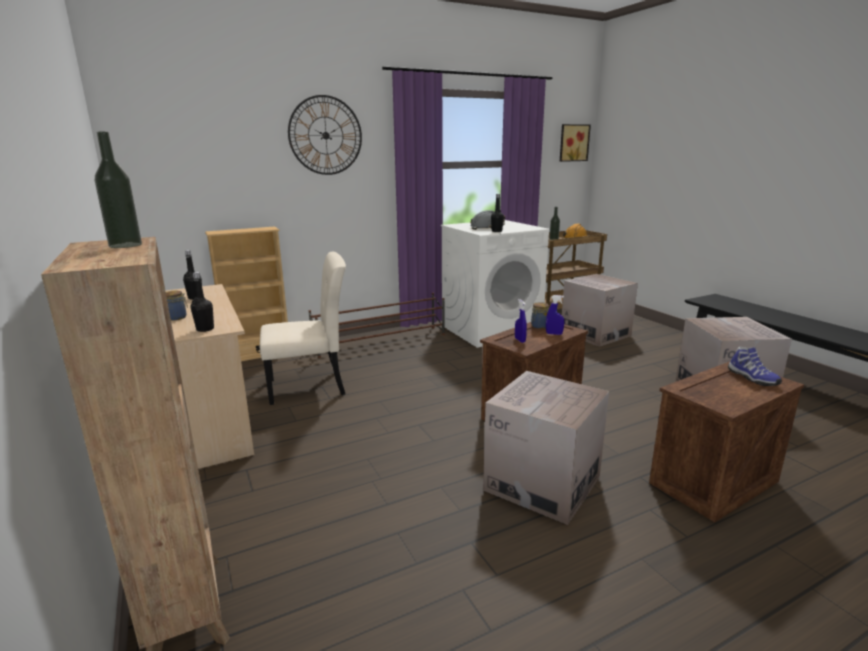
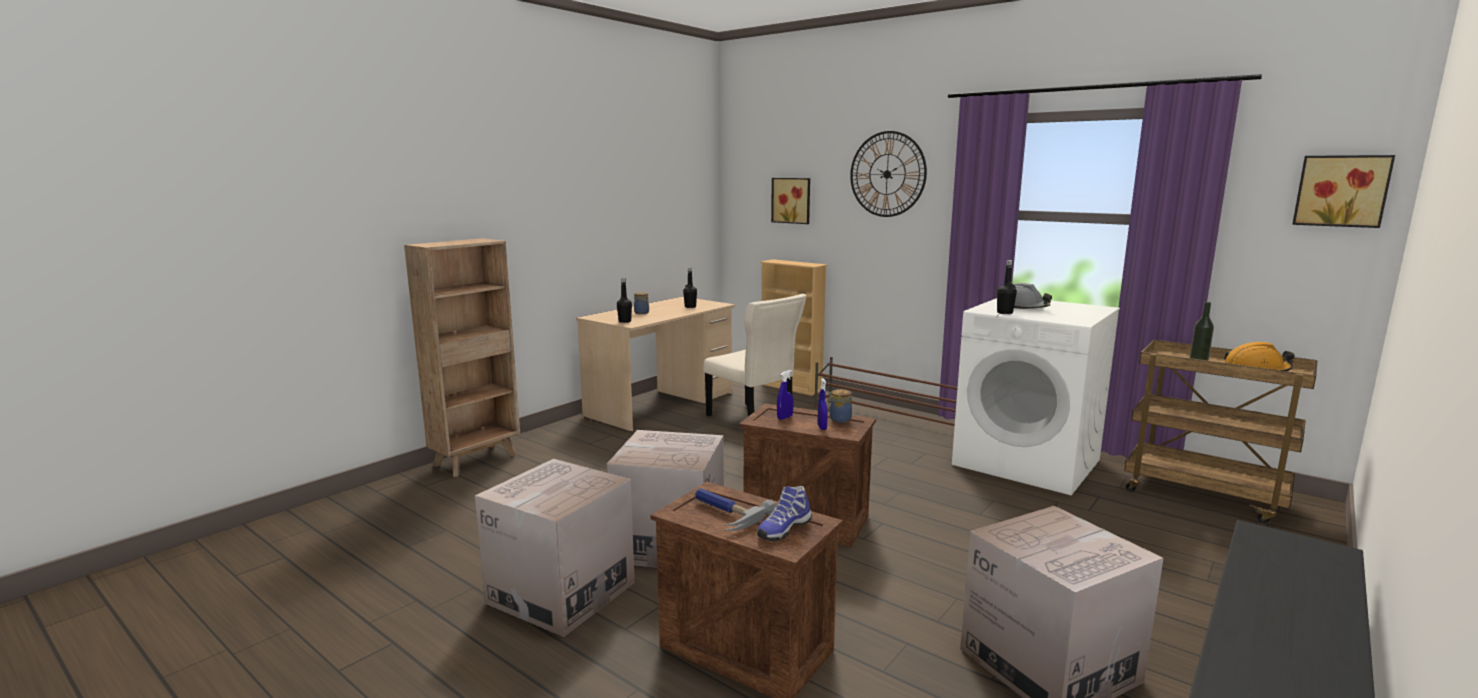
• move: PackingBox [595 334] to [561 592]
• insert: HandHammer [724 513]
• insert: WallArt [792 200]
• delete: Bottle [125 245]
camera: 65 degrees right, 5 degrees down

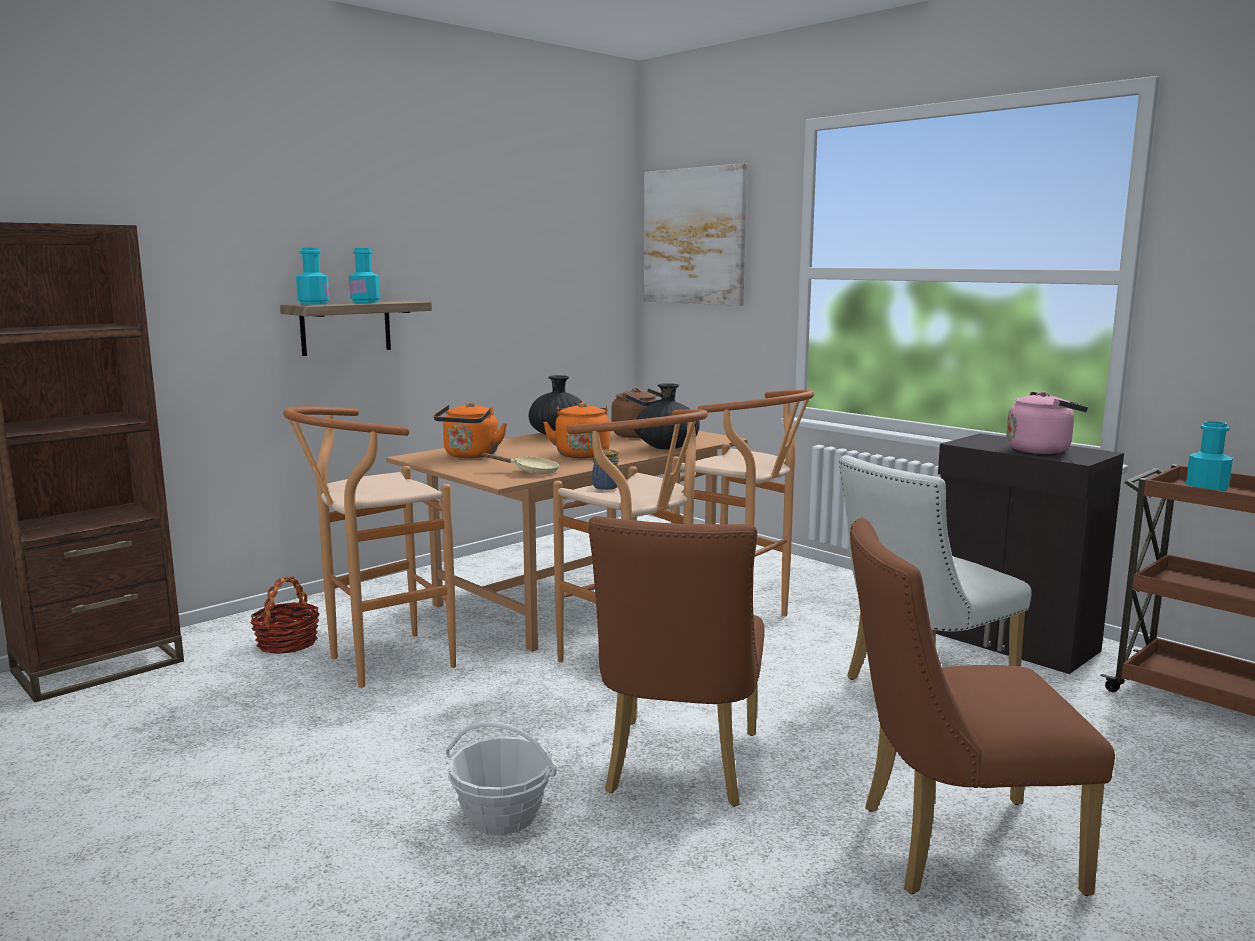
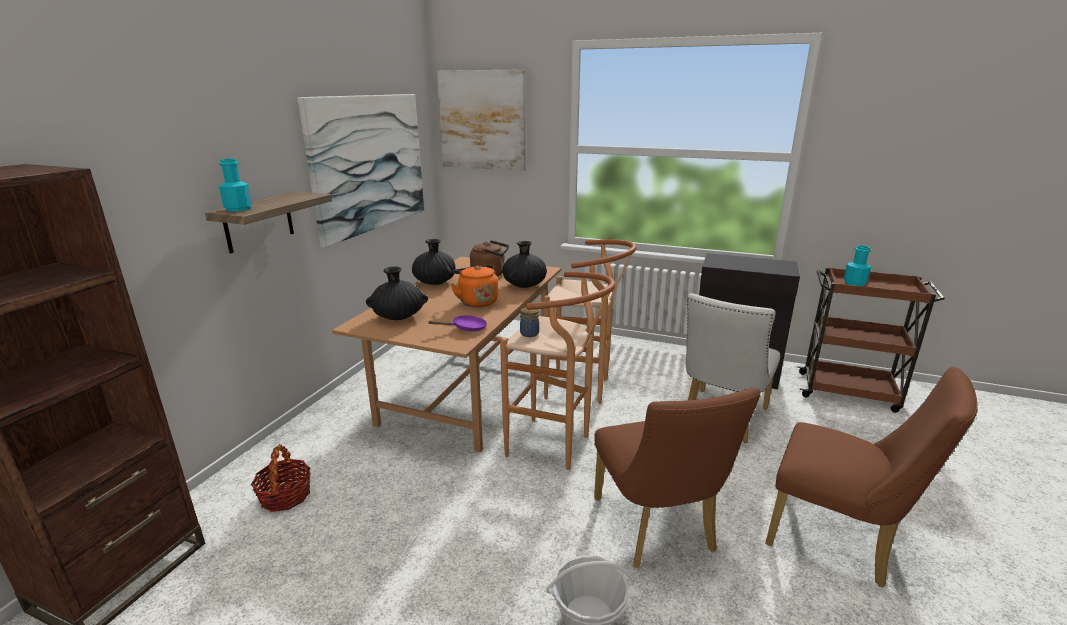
• insert: WallArt [369 163]
• replace: OrangeColouredWaterKettle [470 456] to BlackVase [398 317]
• recolor: BeigeColouredFryingPan [531 471] to PurplishFryingPan [466 328]
• rotate: BrownUprightChair [951 847] = [839 540] 120 degrees counterclockwise
• delete: BrownStool [379 664]
• delete: TurquoiseColouredBottle [365 302]
• delete: PinkWaterKettle [1041 450]
camera: 25 degrees left, 10 degrees up

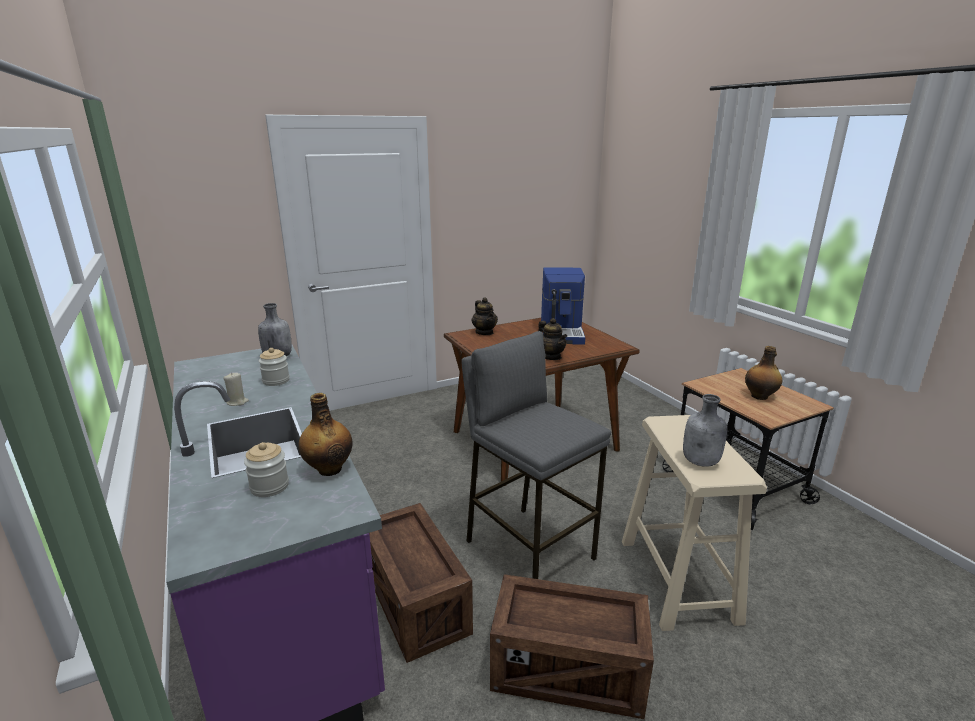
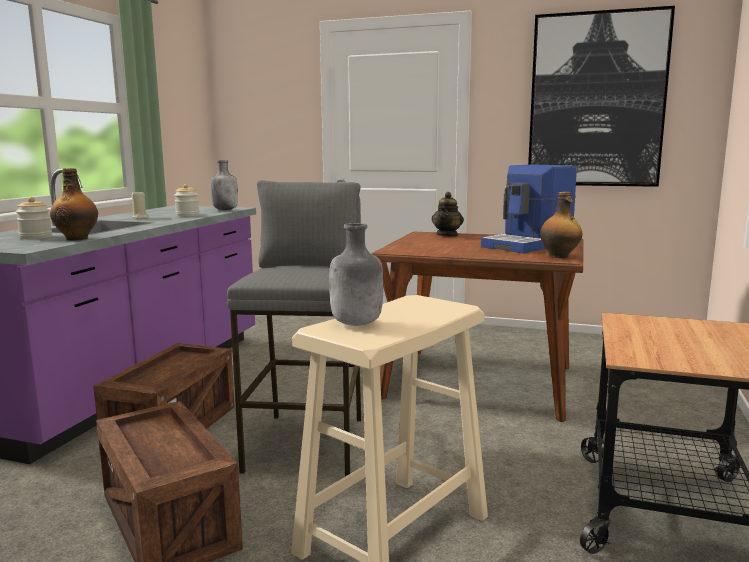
• insert: WallArt [596 100]
• move: Bottle [760 396] to [559 256]
• delete: TeaPot [551 357]
camera: 45 degrees right, 10 degrees down

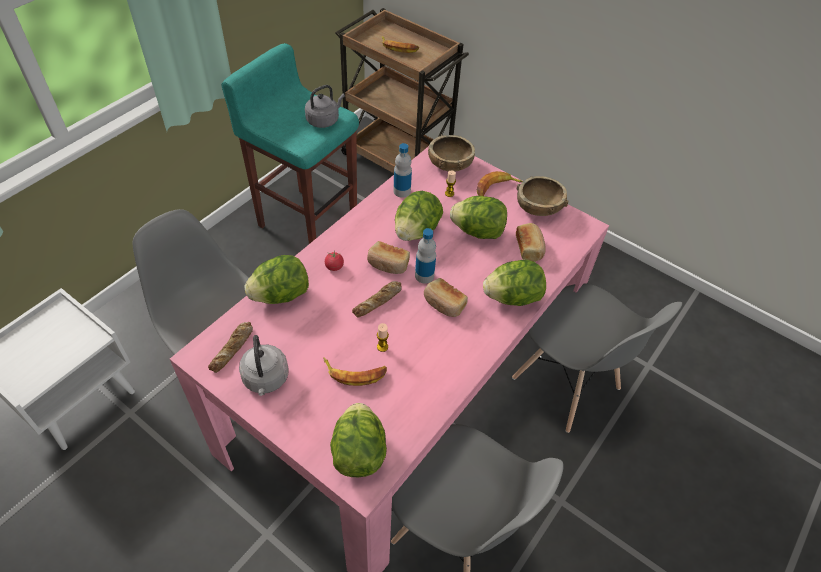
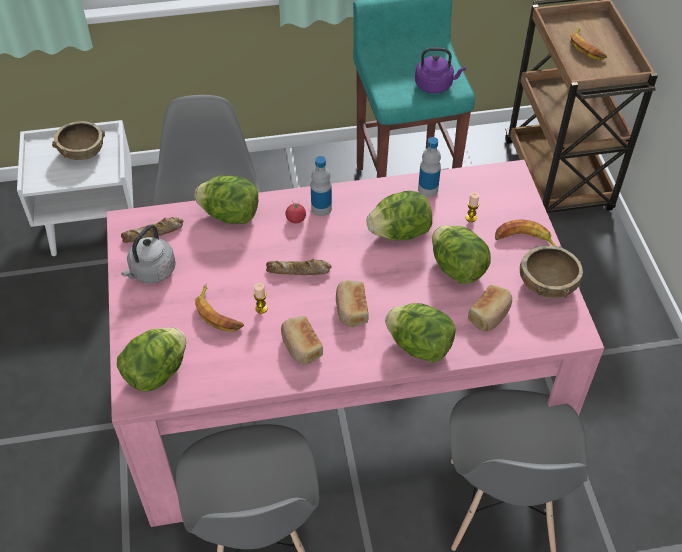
• move: BrownBowl [450 164] to [82 152]
• move: Bread [388 264] to [301 347]
• move: Bottle [424 276] to [321 208]
• recolor: GreyishWaterKettle [324 120] to PurplishWaterKettle [435 85]
camera: 45 degrees right, 0 degrees up

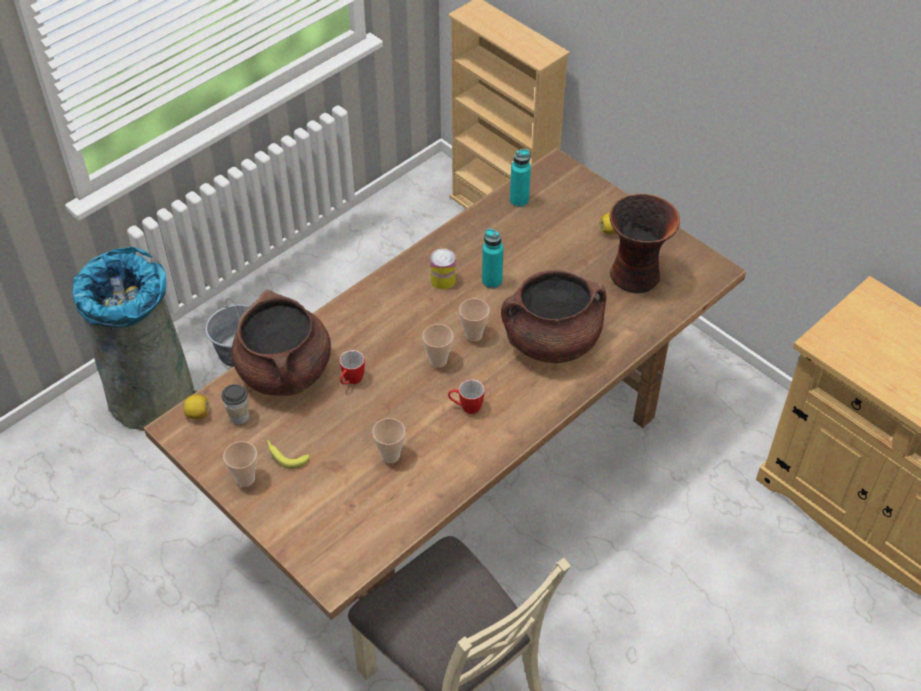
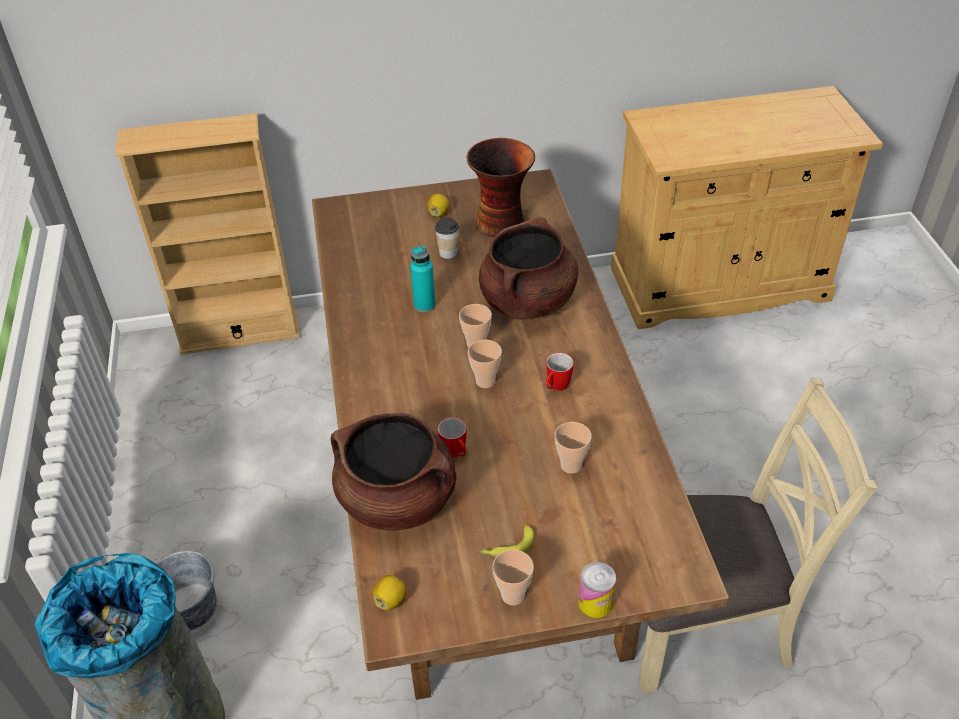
• move: SmallCup [239 416] to [448 253]
• move: MetalCan [443 280] to [595 602]
• delete: TurquoiseColouredBottle [519 200]
camera: 55 degrees left, 5 degrees down

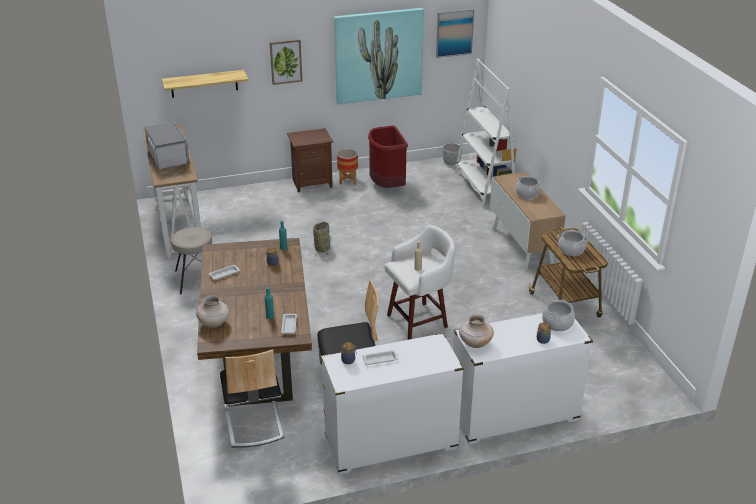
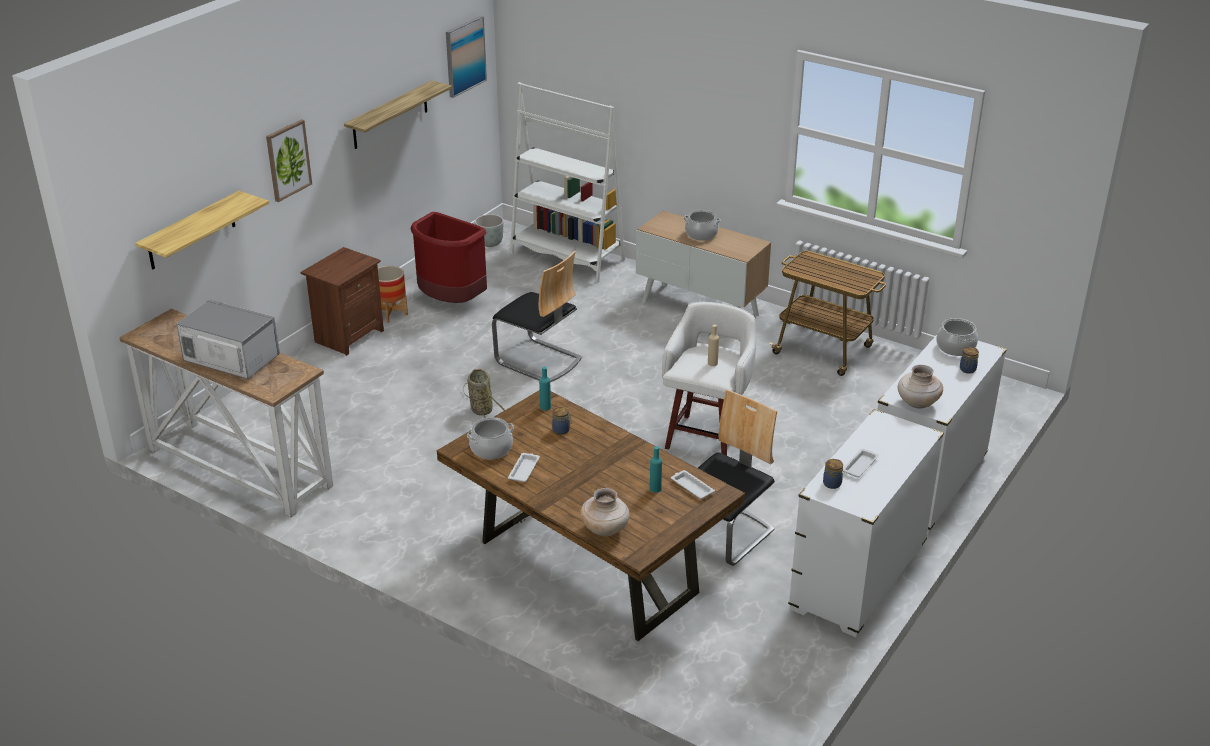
• replace: WallArt [378 55] to Shelf [390 115]
• move: Stockpot [571 250] to [491 449]
• move: UprightChair [253 422] to [538 360]
• delete: BeigeColouredStool [196 279]
camera: 40 degrees left, 0 degrees up

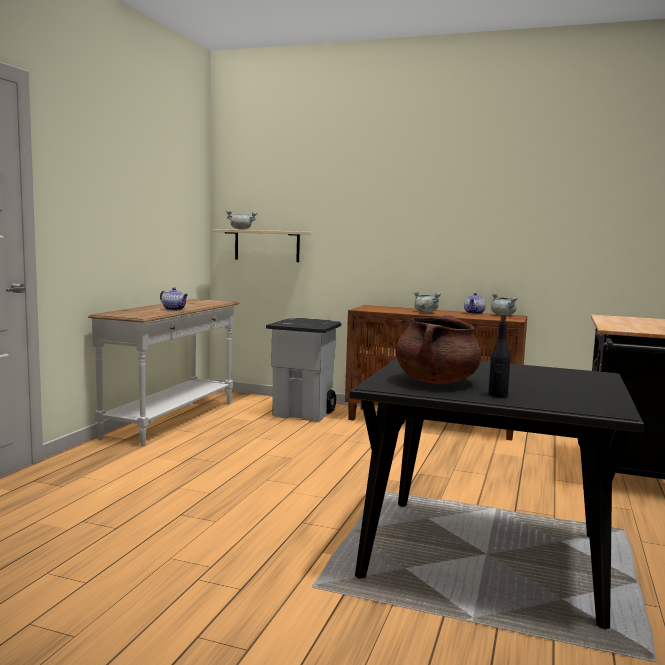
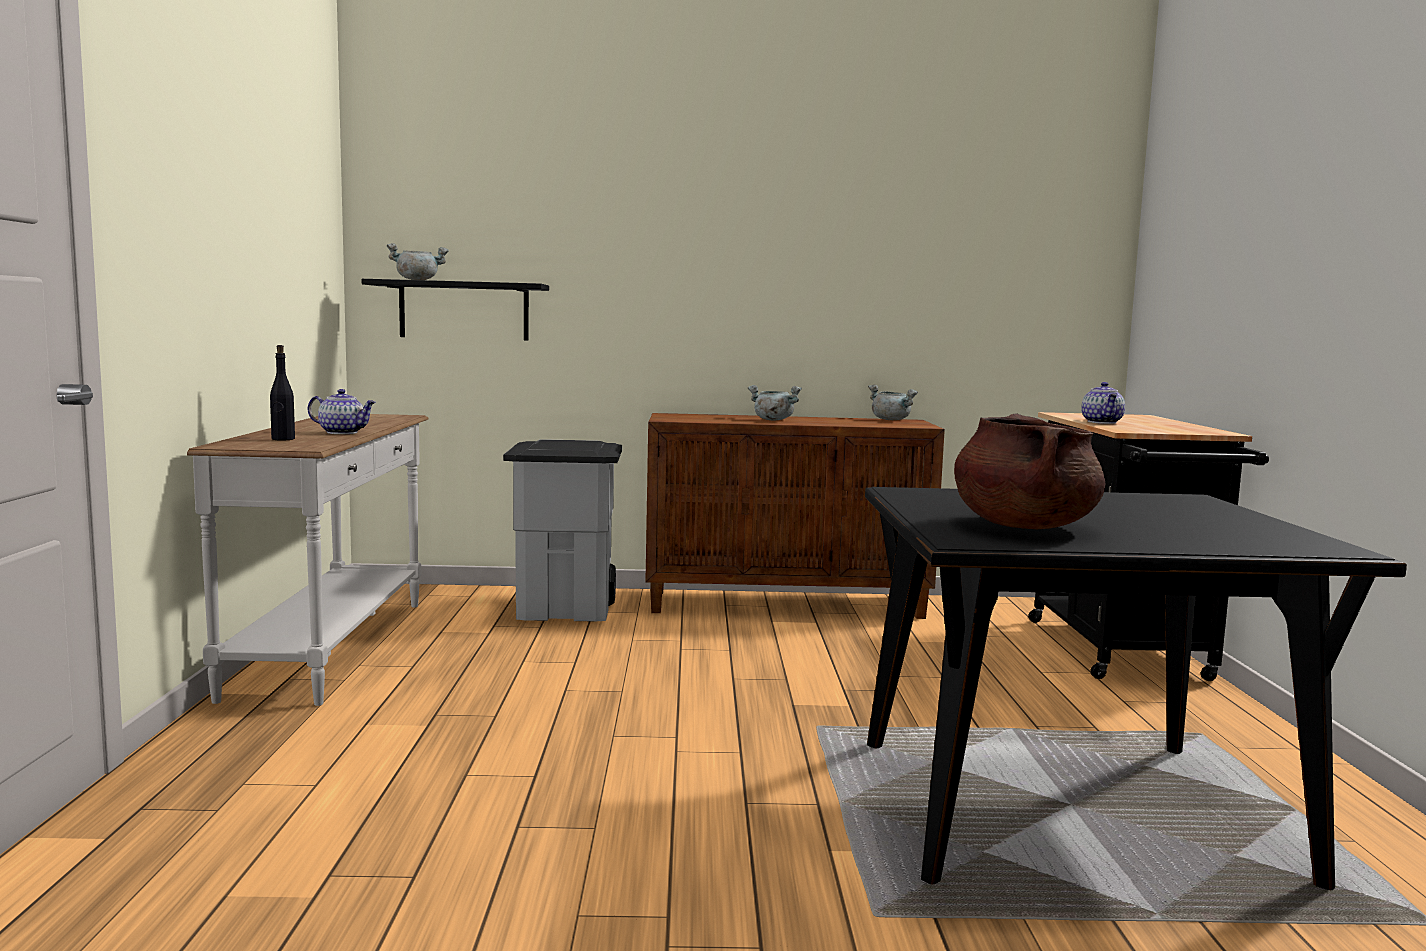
• move: BlackBottle [497 395] to [283 439]
• recolor: BeigeColouredShelf [267 245] to BlackShelf [464 311]
• move: TeaPot [474 313] to [1103 422]
camera: 20 degrees left, 0 degrees up

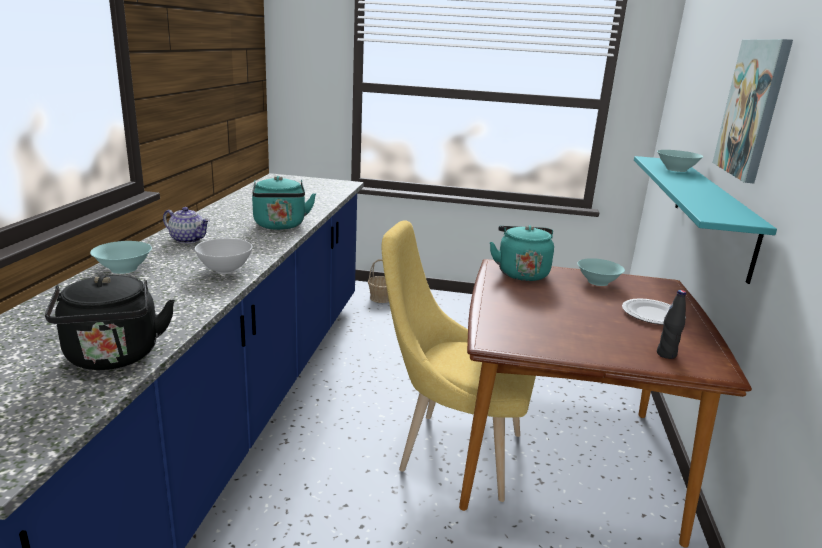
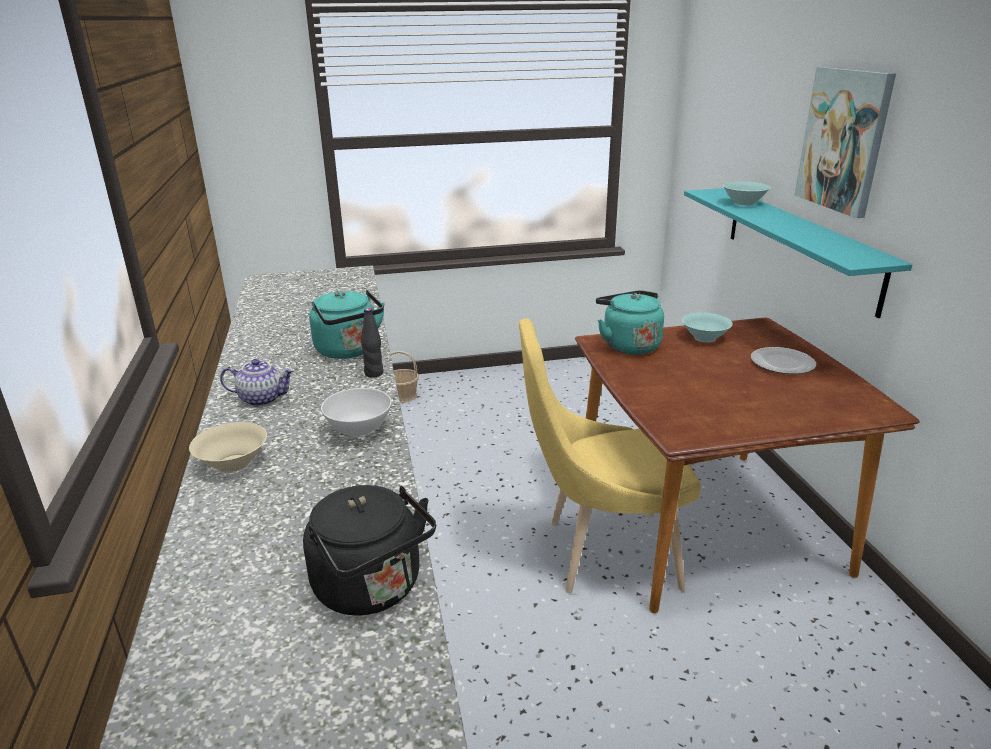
• recolor: TurquoiseColouredBowl [123 269] to BeigeColouredBowl [233 464]
• move: BlackBottle [666 354] to [374 373]
camera: 20 degrees left, 5 degrees up

